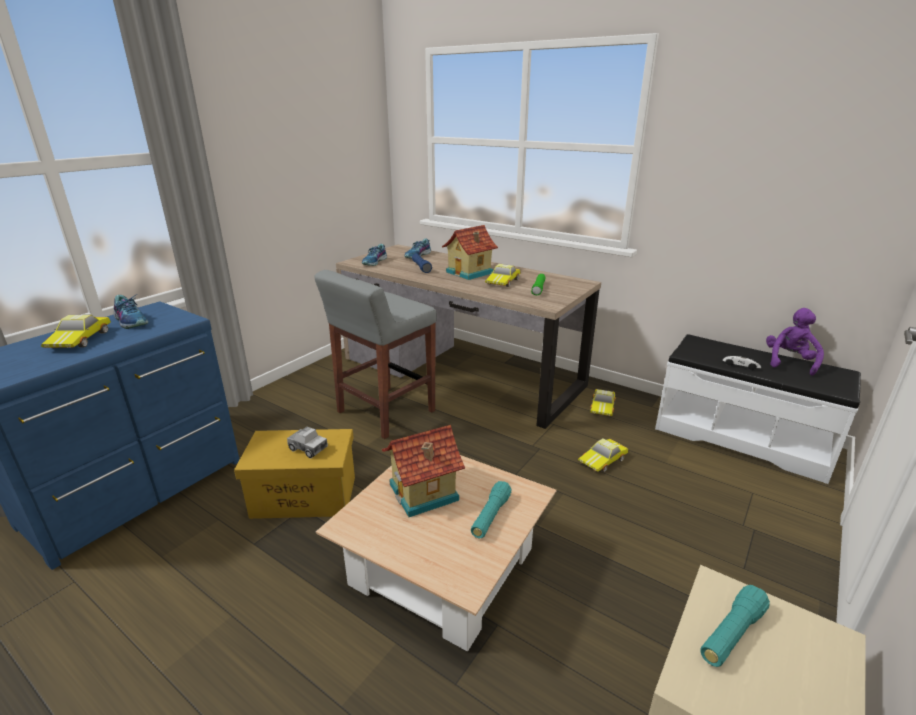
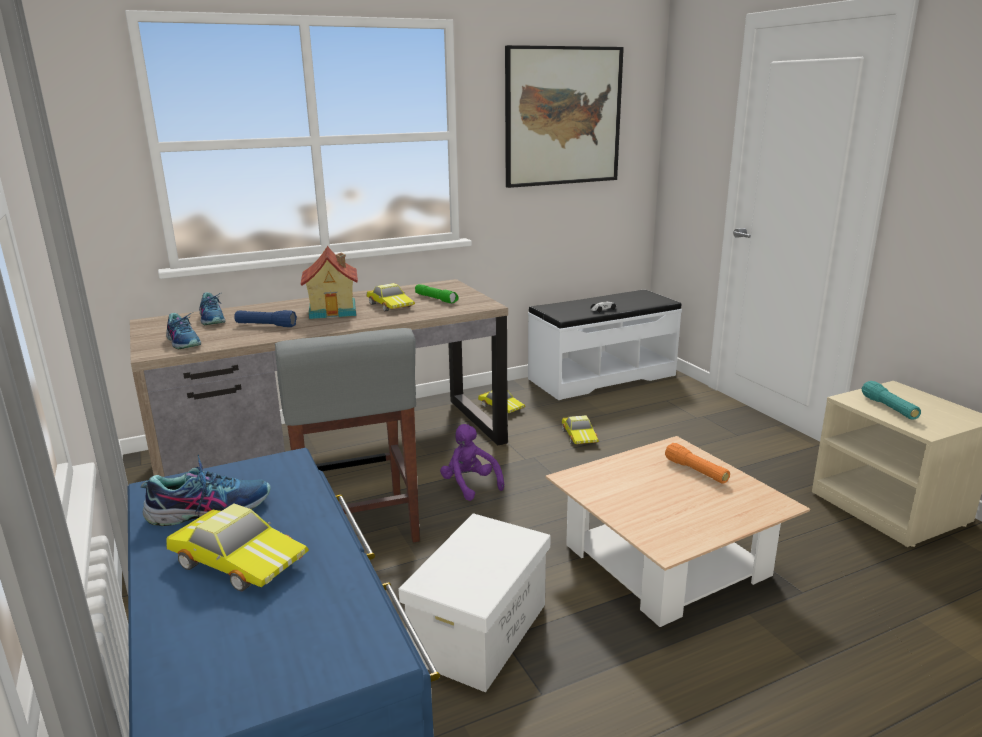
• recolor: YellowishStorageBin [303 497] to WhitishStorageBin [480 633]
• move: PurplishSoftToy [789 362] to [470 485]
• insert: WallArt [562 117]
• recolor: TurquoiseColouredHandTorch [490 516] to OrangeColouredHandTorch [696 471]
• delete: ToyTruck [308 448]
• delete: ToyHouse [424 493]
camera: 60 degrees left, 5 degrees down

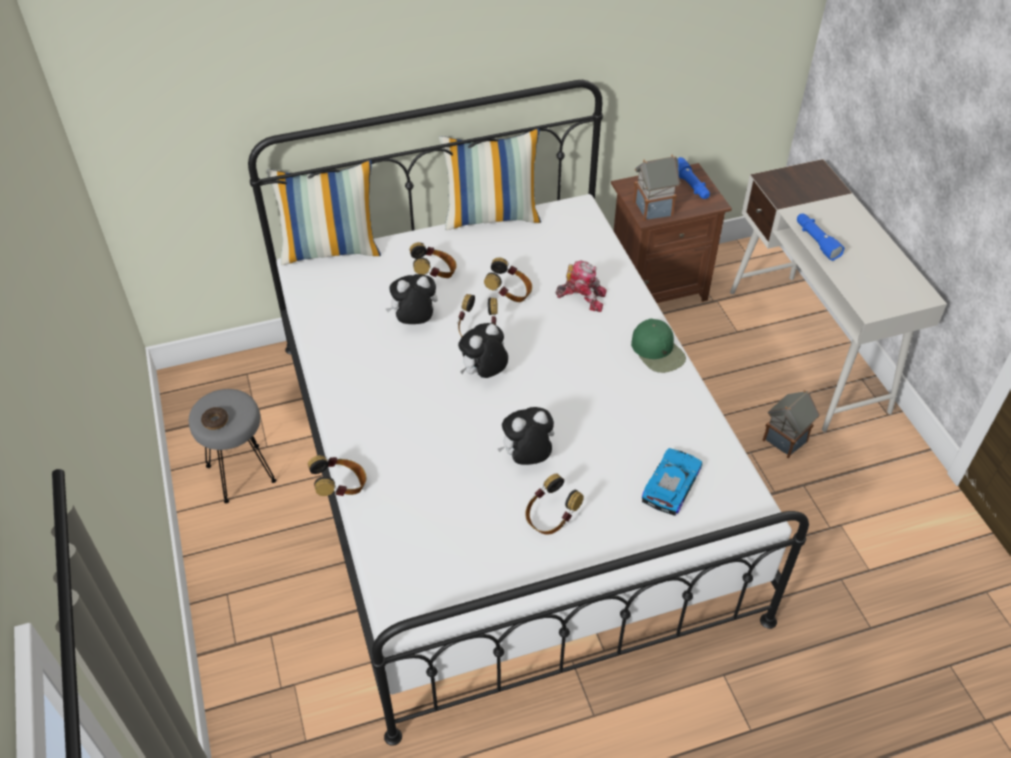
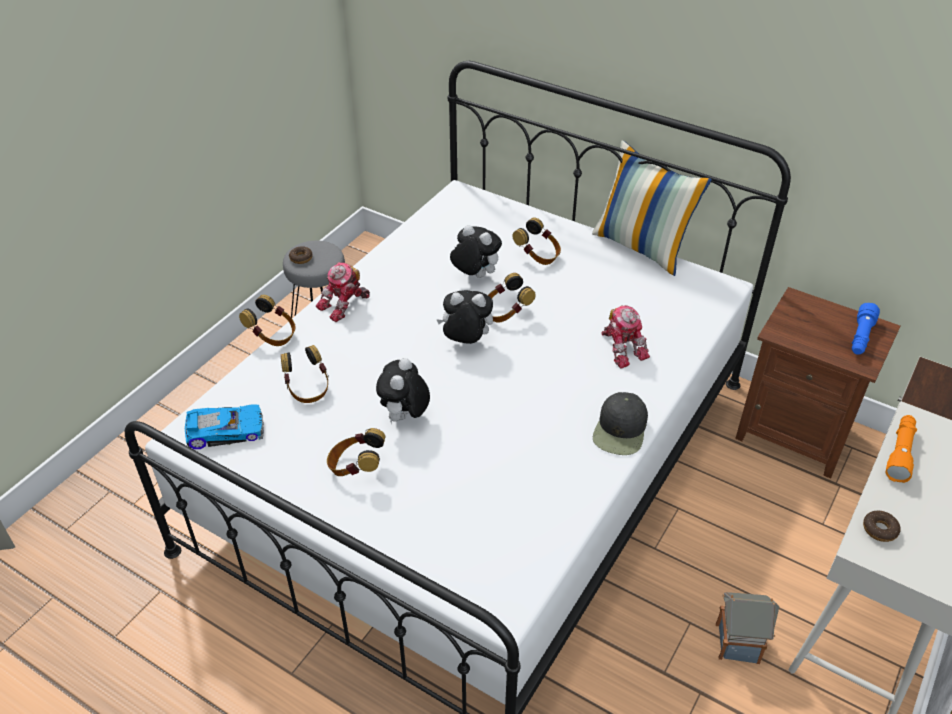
• move: MiniatureCar [670 484] to [225 430]
• move: Headphones [509 293] to [308 389]
• insert: ToyRobot [345 305]
• rotate: SoftToy [527 458] = [404 417] 105 degrees counterclockwise
• recolor: GreenPeakedCap [658 351] to BlackPeakedCap [620 430]
• insert: RingDoughnut [879 529]
• recolor: BlueHandTorch [816 241] to OrangeColouredHandTorch [900 453]
• delete: ThrowPillow [331 249]
• delete: ToyHouse [653 208]
camera: 50 degrees right, 5 degrees down

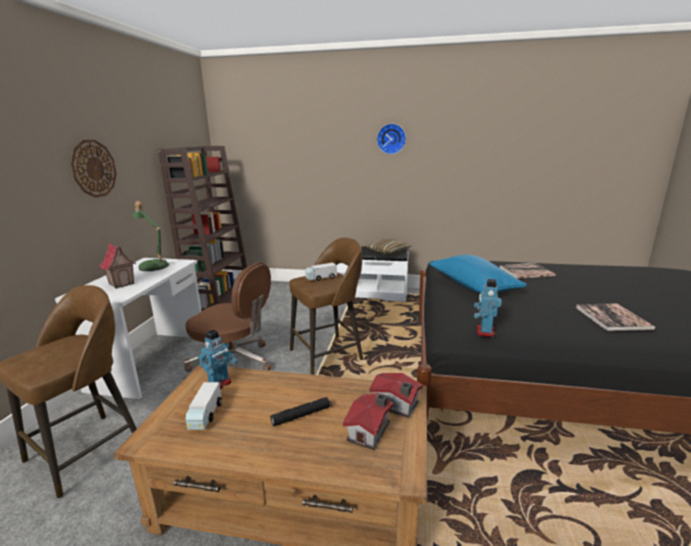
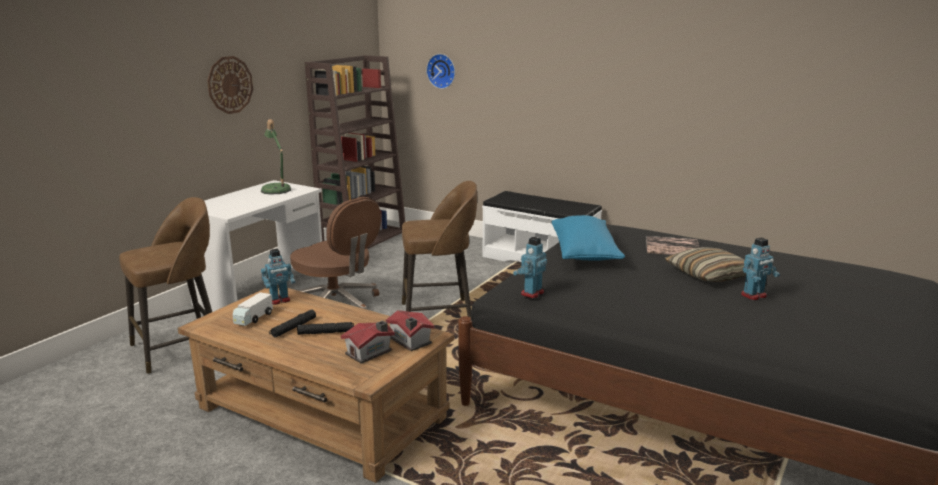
• insert: BlackHandTorch [293 328]
• move: HangingClock [391 139] to [442 71]
• move: ThrowPillow [388 252] to [709 275]
• insert: ToyRobot [754 296]
• delete: ToyHouse [122 284]
• delete: ToyTruck [321 278]
• delete: Volume [612 318]
camera: 20 degrees right, 0 degrees up

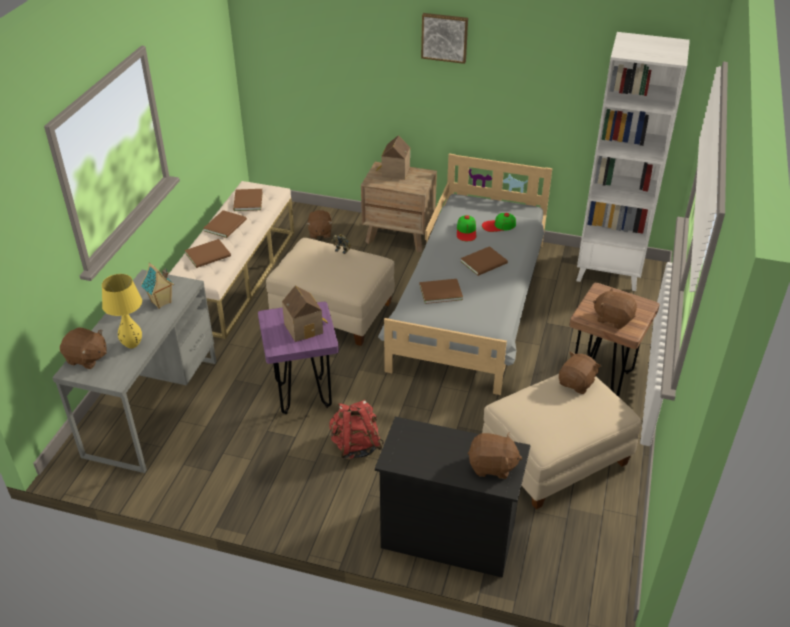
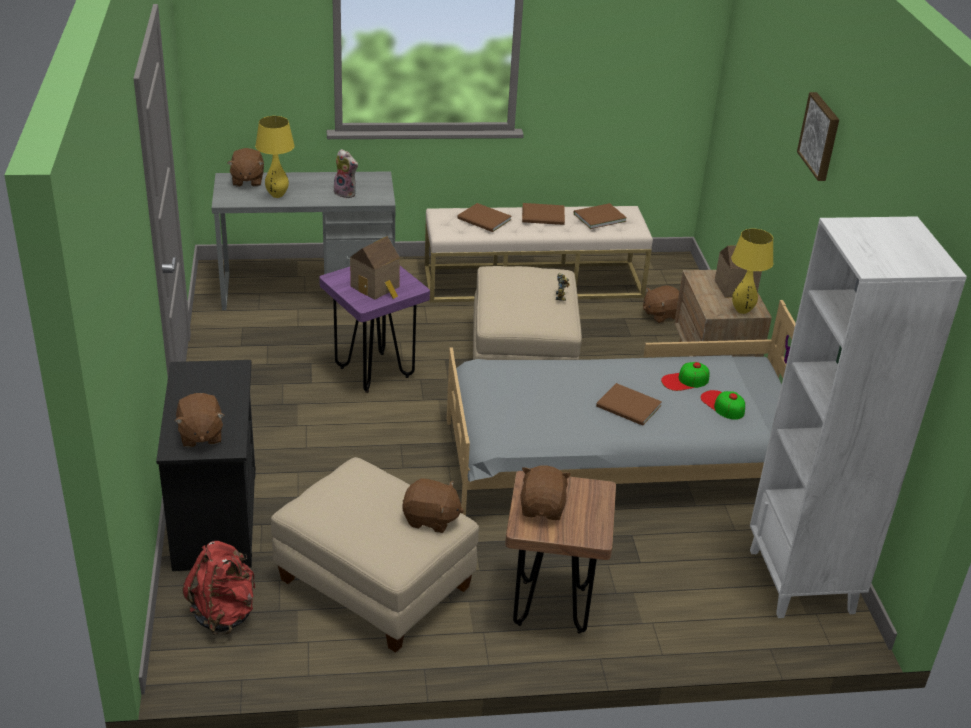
• move: RedColouredKnapsack [355 446] to [224 613]
• replace: ToyHouse [161 302] to SoftToy [346 193]
• insert: YellowishTableLamp [742 311]
• delete: BrownVolume [439 291]
camera: 65 degrees right, 5 degrees down

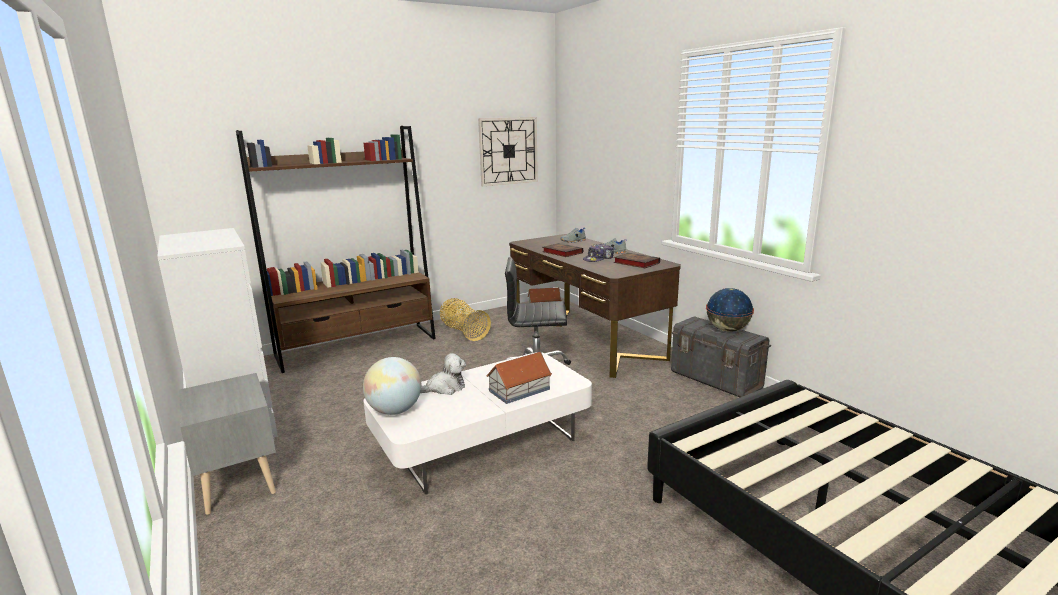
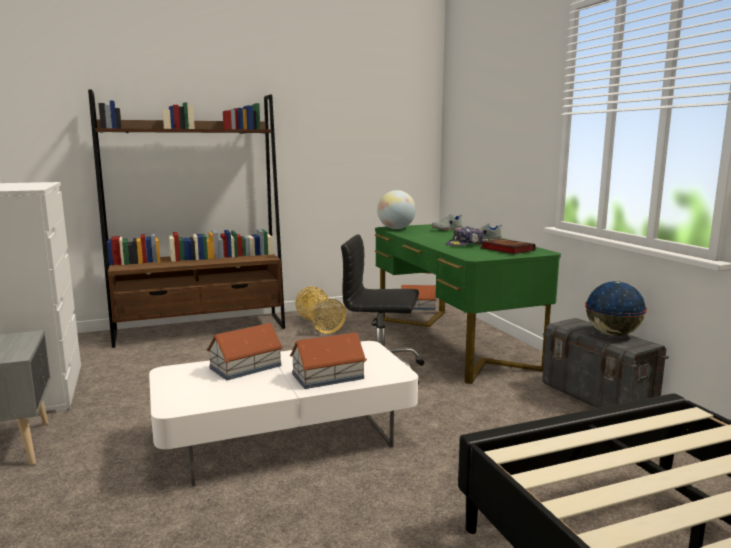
• replace: SoftToy [444 388] to ToyHouse [244 367]
• recolor: BrownDesk [586 339] to GreenDesk [452 342]
• move: Globe [395 411] to [396 229]
• delete: HangingClock [508 151]
• delete: Volume [561 252]
camera: 10 degrees right, 5 degrees down

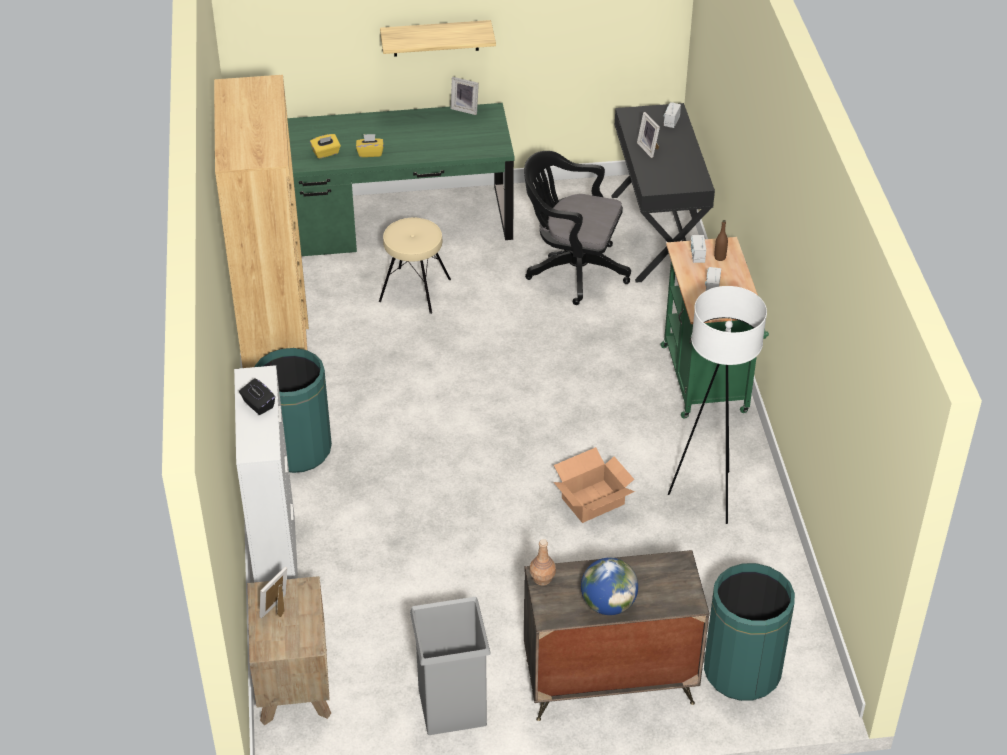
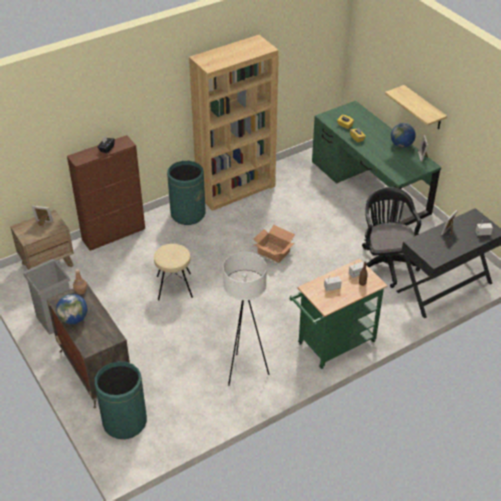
• recolor: WhitishCupboard [277 564] to BrownCupboard [114 234]
• move: BeigeColouredStool [414 290] to [174 286]
• move: PackingBox [593 501] to [273 252]
• insert: Globe [401 145]
camera: 65 degrees right, 0 degrees up

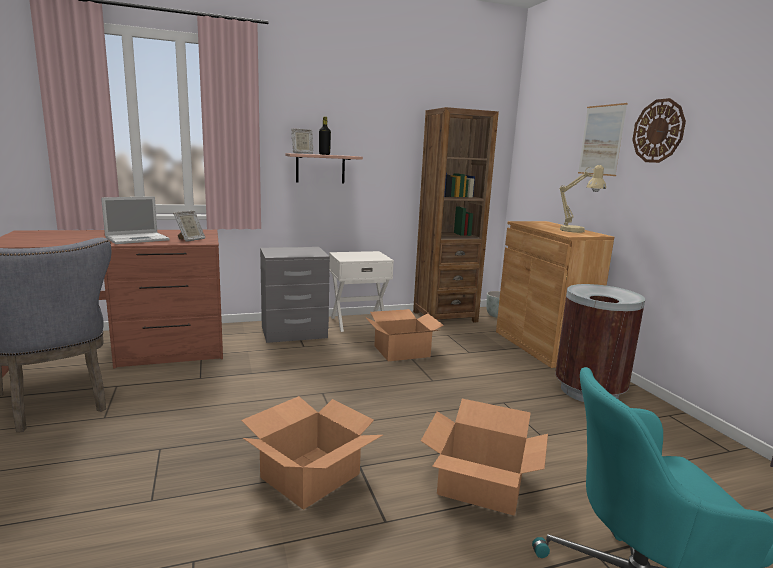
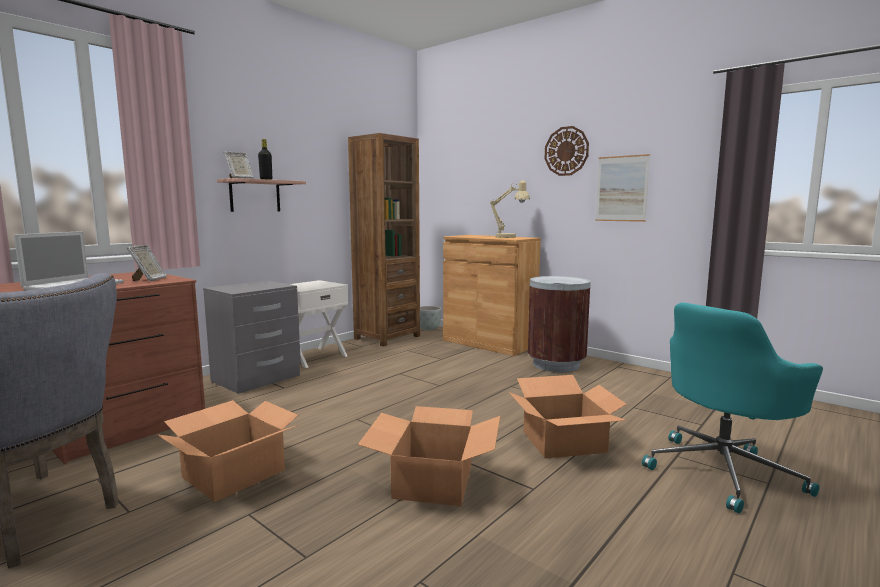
• move: PackingBox [401 351] to [233 474]
• move: WallArt [601 140] to [621 188]
camera: 30 degrees left, 5 degrees down

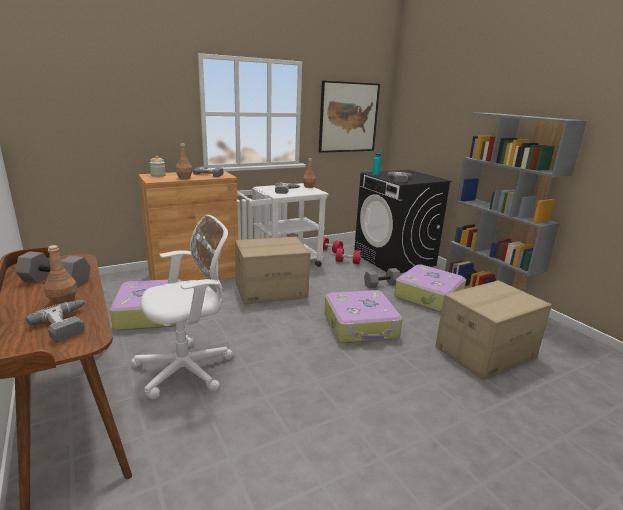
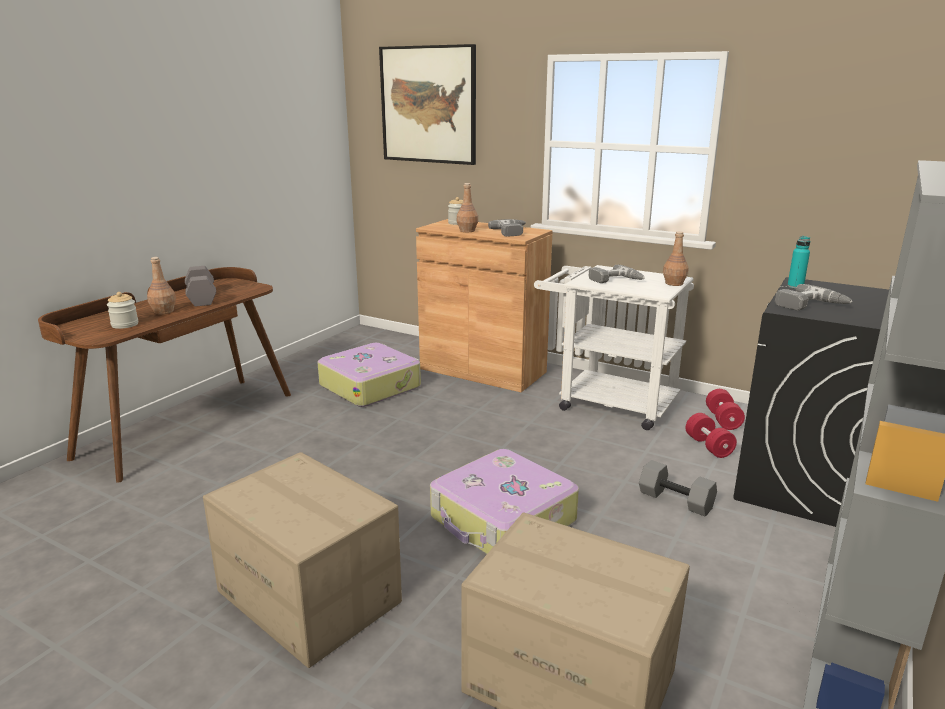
• replace: PowerDrill [68 324] to Jar [125 325]
• move: PackingBox [271 290] to [310 596]
• move: WallArt [348 117] to [428 105]
• delete: WhitishOfficeChair [188 369]
• delete: PieceOfLuggage [429 296]
camera: 60 degrees right, 0 degrees up

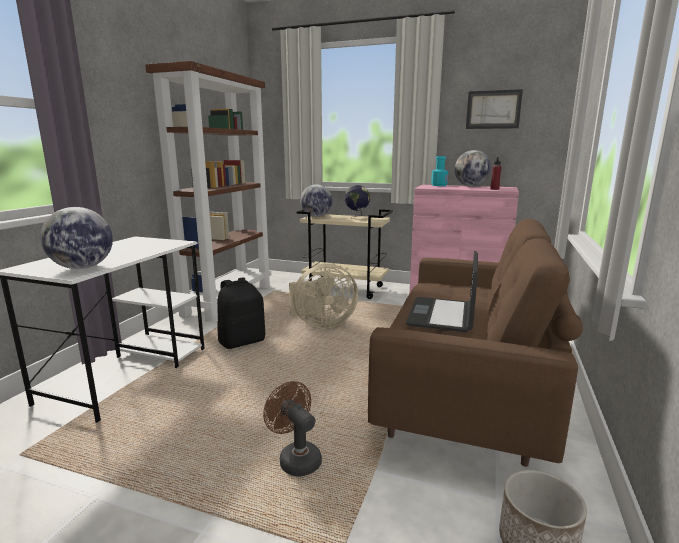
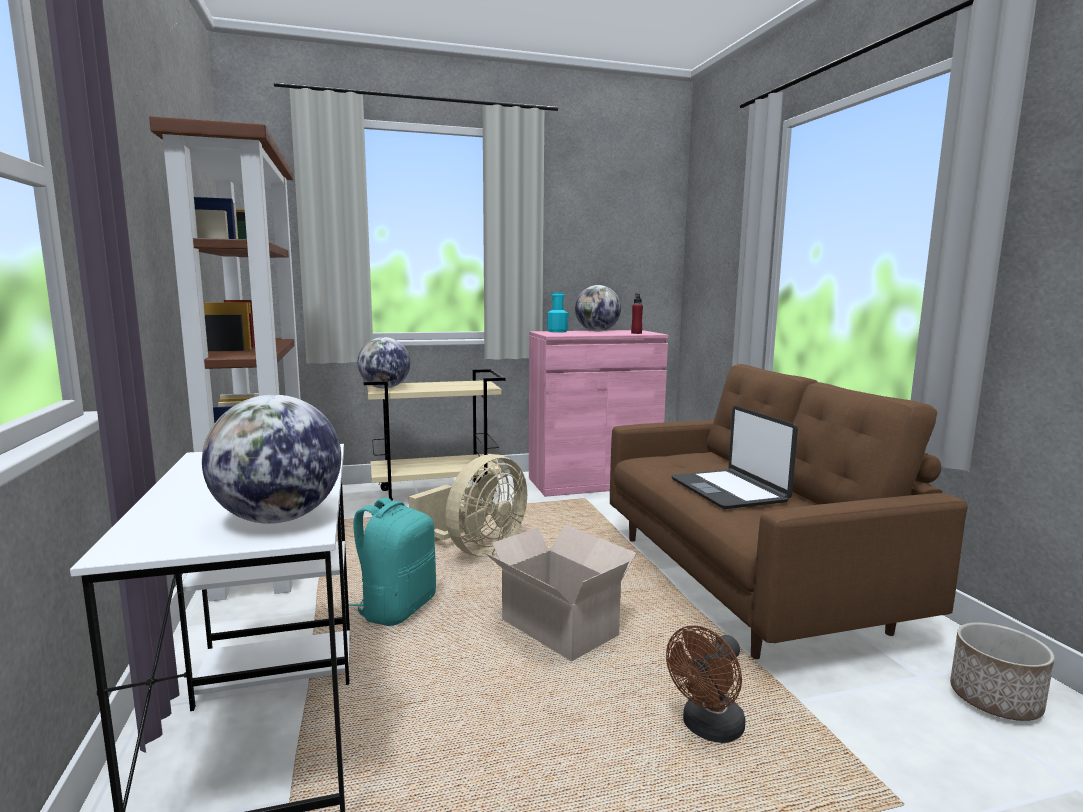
• recolor: BlackKnapsack [242 341] to TurquoiseColouredKnapsack [396 608]
• insert: PackingBox [557 627]
• rotate: BrownElectricFan [296 458] = [708 729] 60 degrees counterclockwise
• delete: Globe [357 217]
• delete: WallArt [493 109]
camera: 35 degrees left, 5 degrees down

